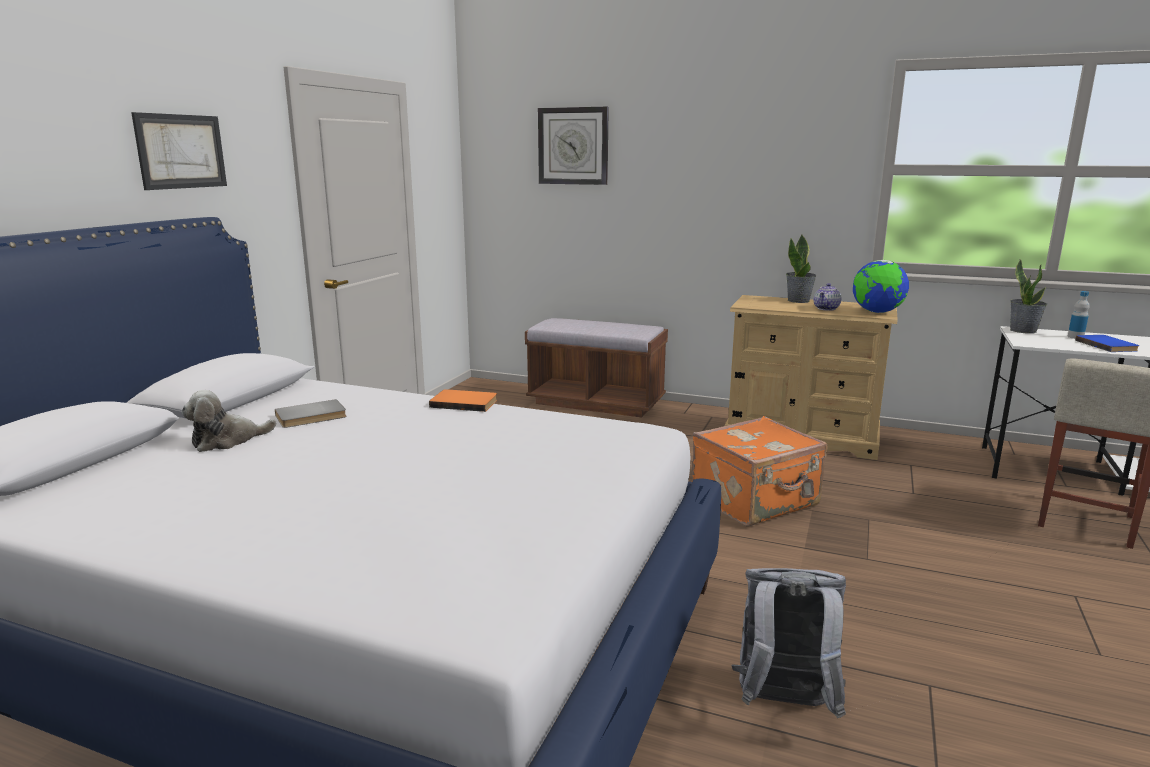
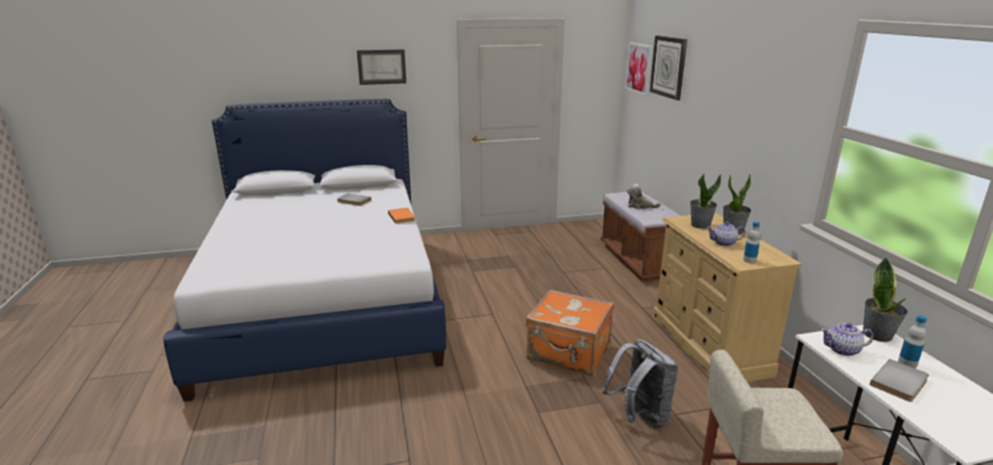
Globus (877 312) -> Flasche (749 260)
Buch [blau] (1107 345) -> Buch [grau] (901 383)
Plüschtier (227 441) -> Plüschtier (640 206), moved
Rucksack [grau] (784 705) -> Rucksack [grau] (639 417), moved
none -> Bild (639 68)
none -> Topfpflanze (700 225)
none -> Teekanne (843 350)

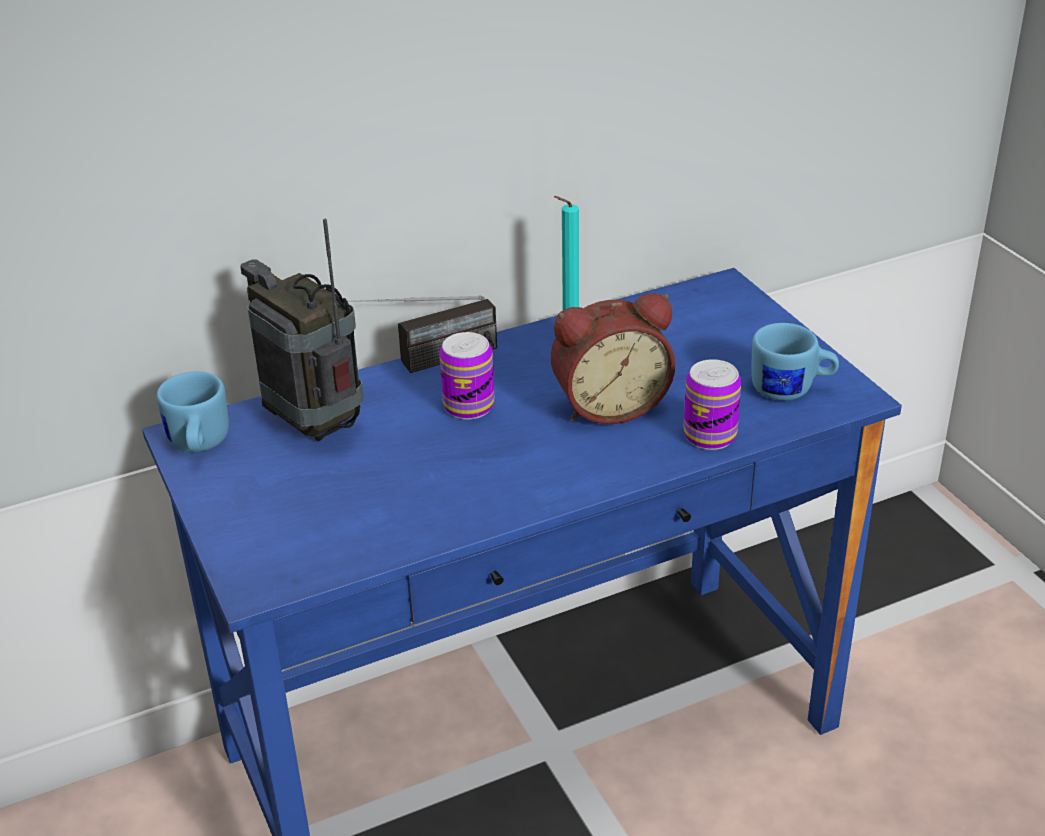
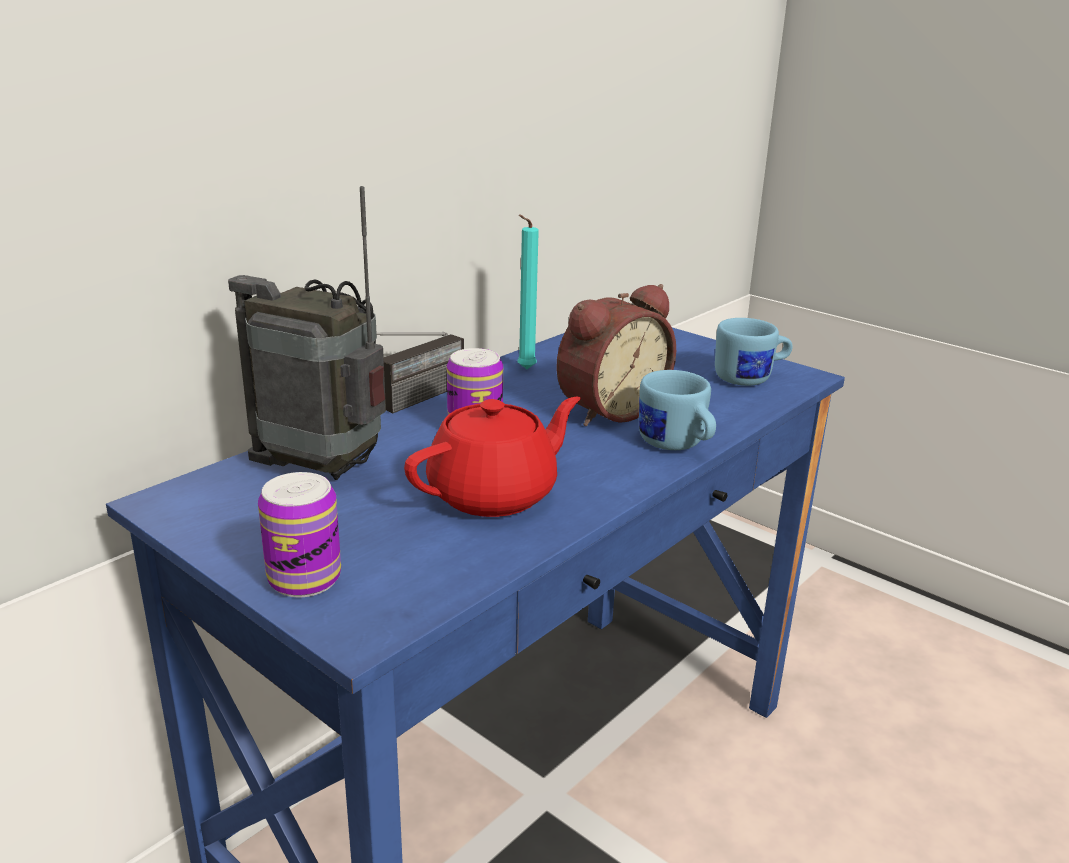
Dose (710 436) -> Dose (304 579), moved
Henkelbecher [blau] (198 445) -> Henkelbecher [blau] (676 446), moved
none -> Teekanne [rot] (495 494)

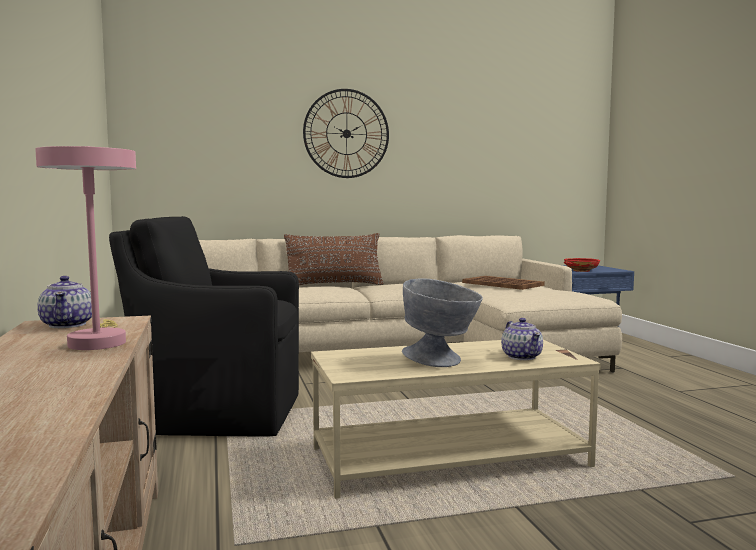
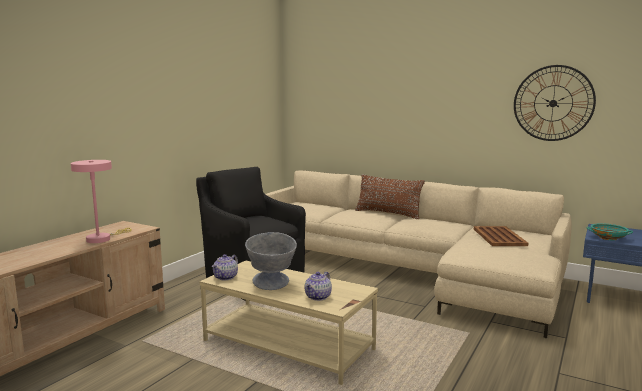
Wanduhr (346 133) -> Wanduhr (553 103), moved
Schüssel [rot] (581 270) -> Schüssel [türkis] (608 238)
Teekanne (68 324) -> Teekanne (226 277), moved

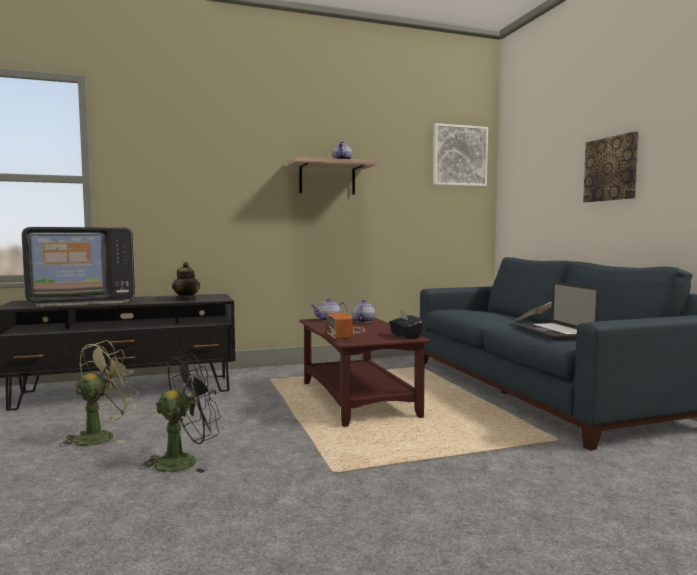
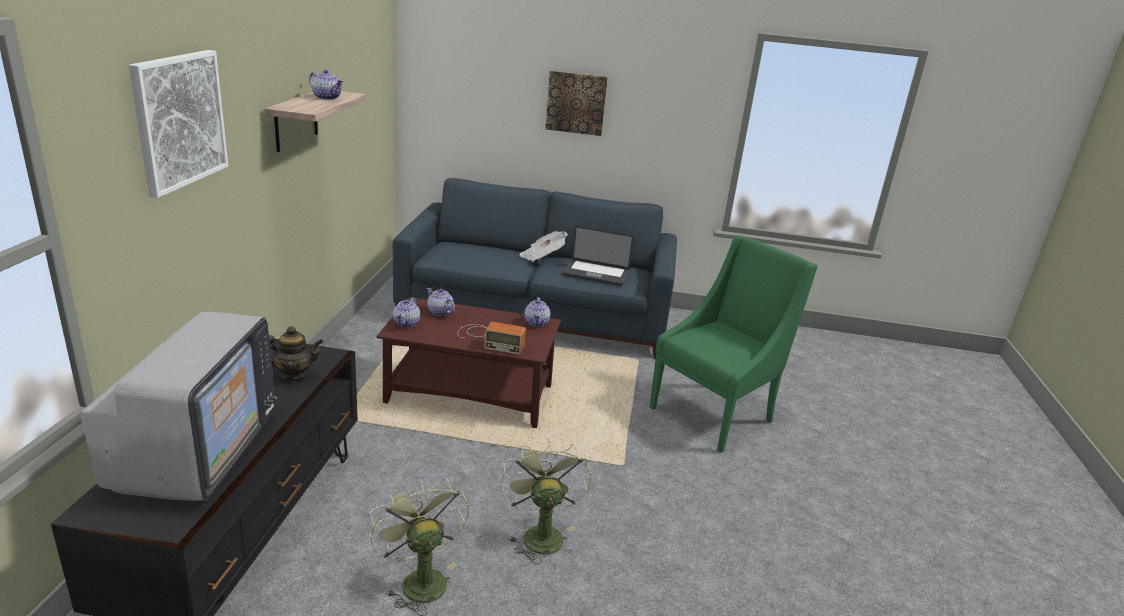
Bild (459 156) -> Bild (179 120), moved
Taschentuchbox [schwarz] (405 336) -> Teekanne (537 323)
Ventilator [schwarz] (184 461) -> Ventilator [grün] (540 533)
none -> Sessel [grün] (714 414)

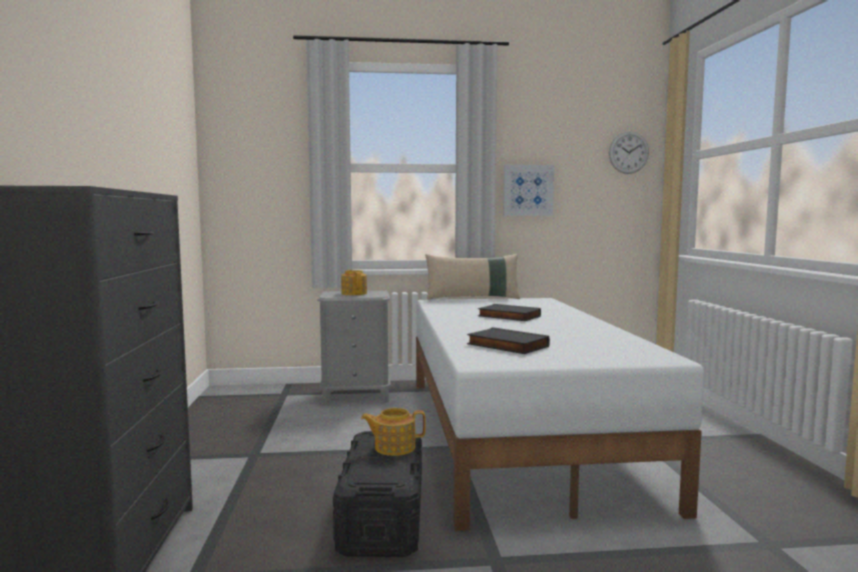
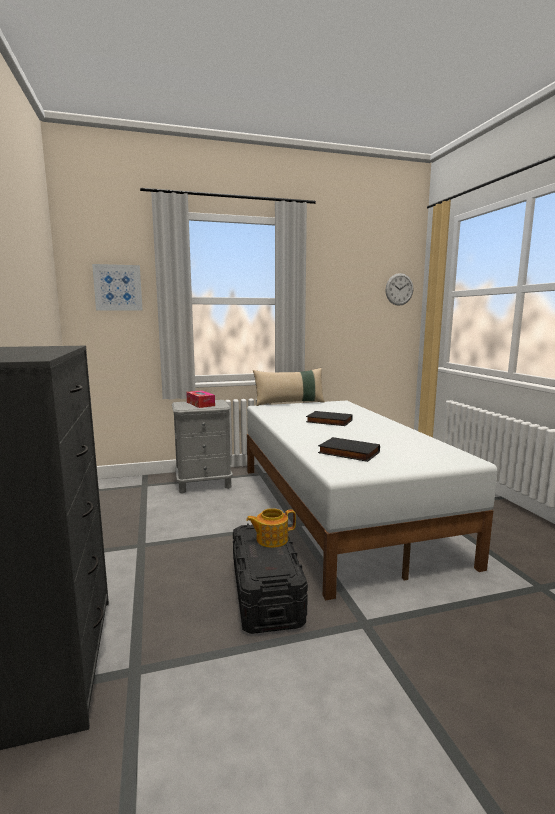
Bild (528 190) -> Bild (118 287), moved
Teekanne (354 293) -> Taschentuchbox (200 404)

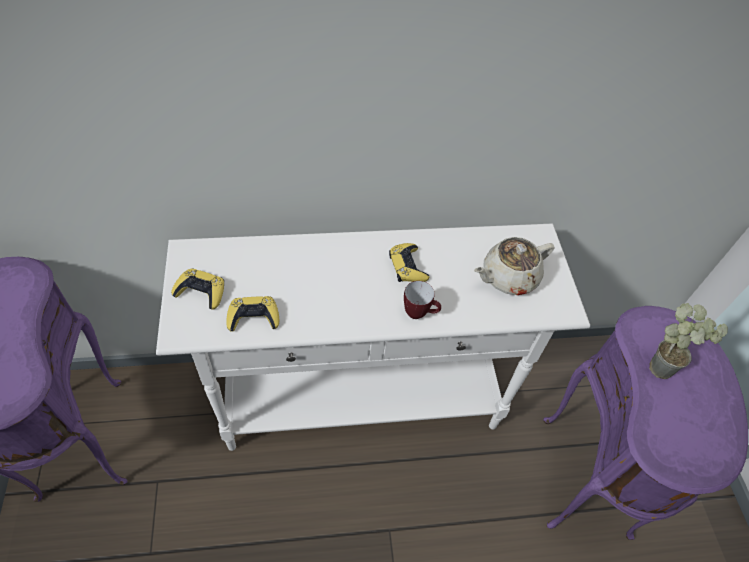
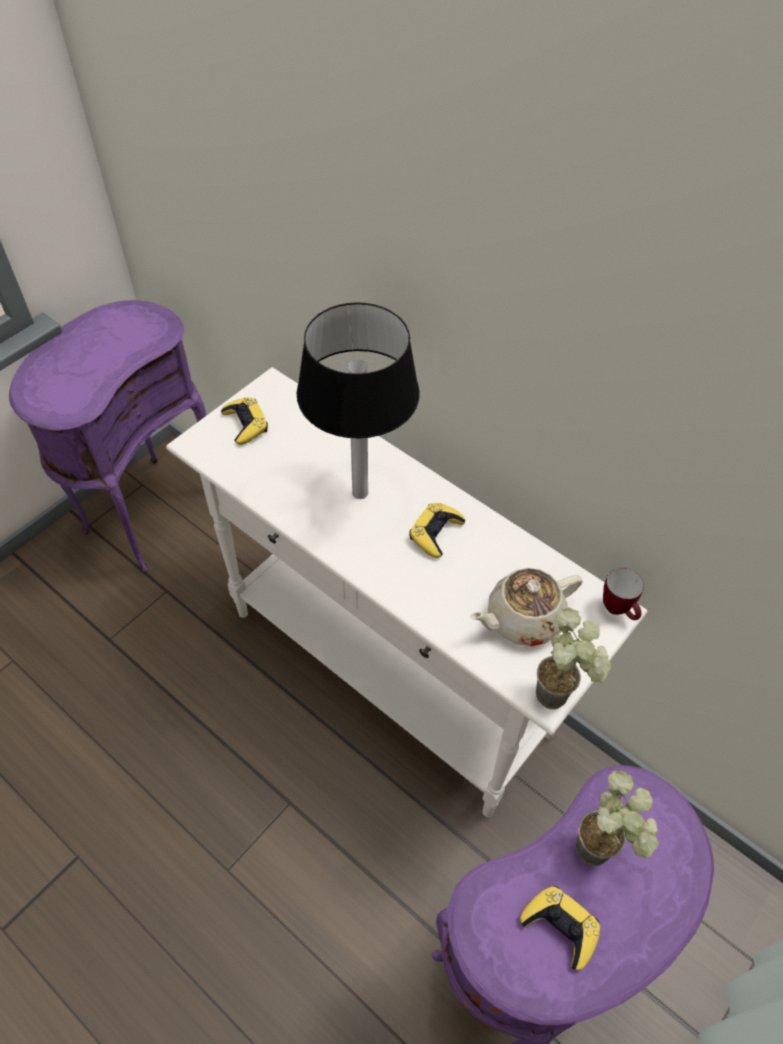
Teekanne [beige] (508 277) -> Teekanne [beige] (522 618), 45 degrees counterclockwise
Henkelbecher (419 313) -> Henkelbecher (618 610), moved
Gamepad [gelb] (253 317) -> Gamepad [gelb] (560 927), moved
none -> Tischlampe (360 493)
none -> Topfpflanze (561 696)

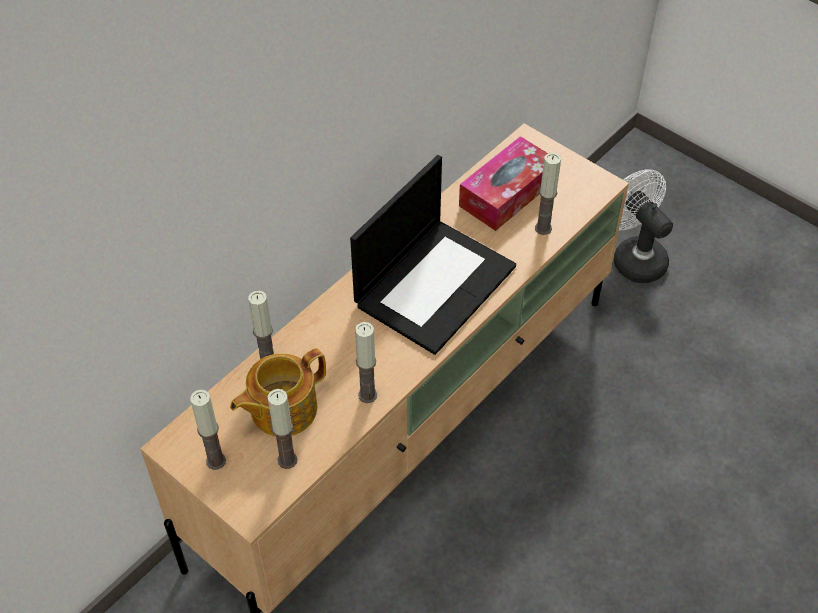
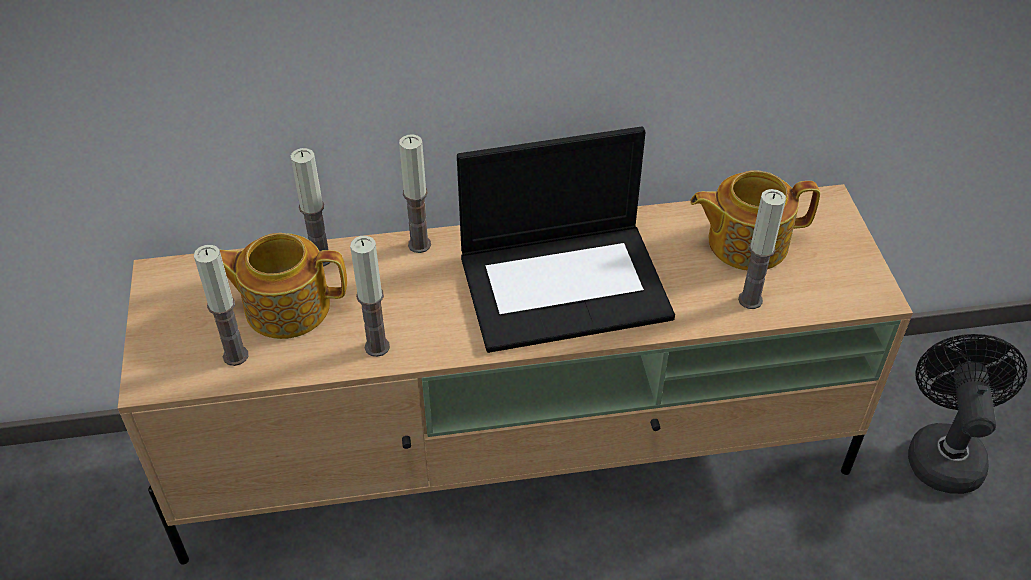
Taschentuchbox (507 193) -> Teekanne (745 242)
Ventilator [weiß] (633 257) -> Ventilator [schwarz] (943 451)
Kerze (216 461) -> Kerze (419 245), moved

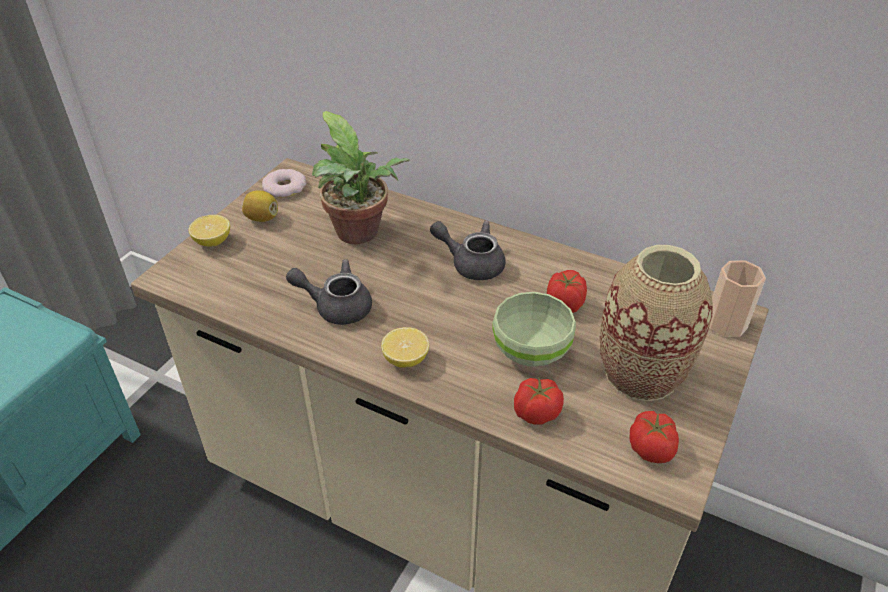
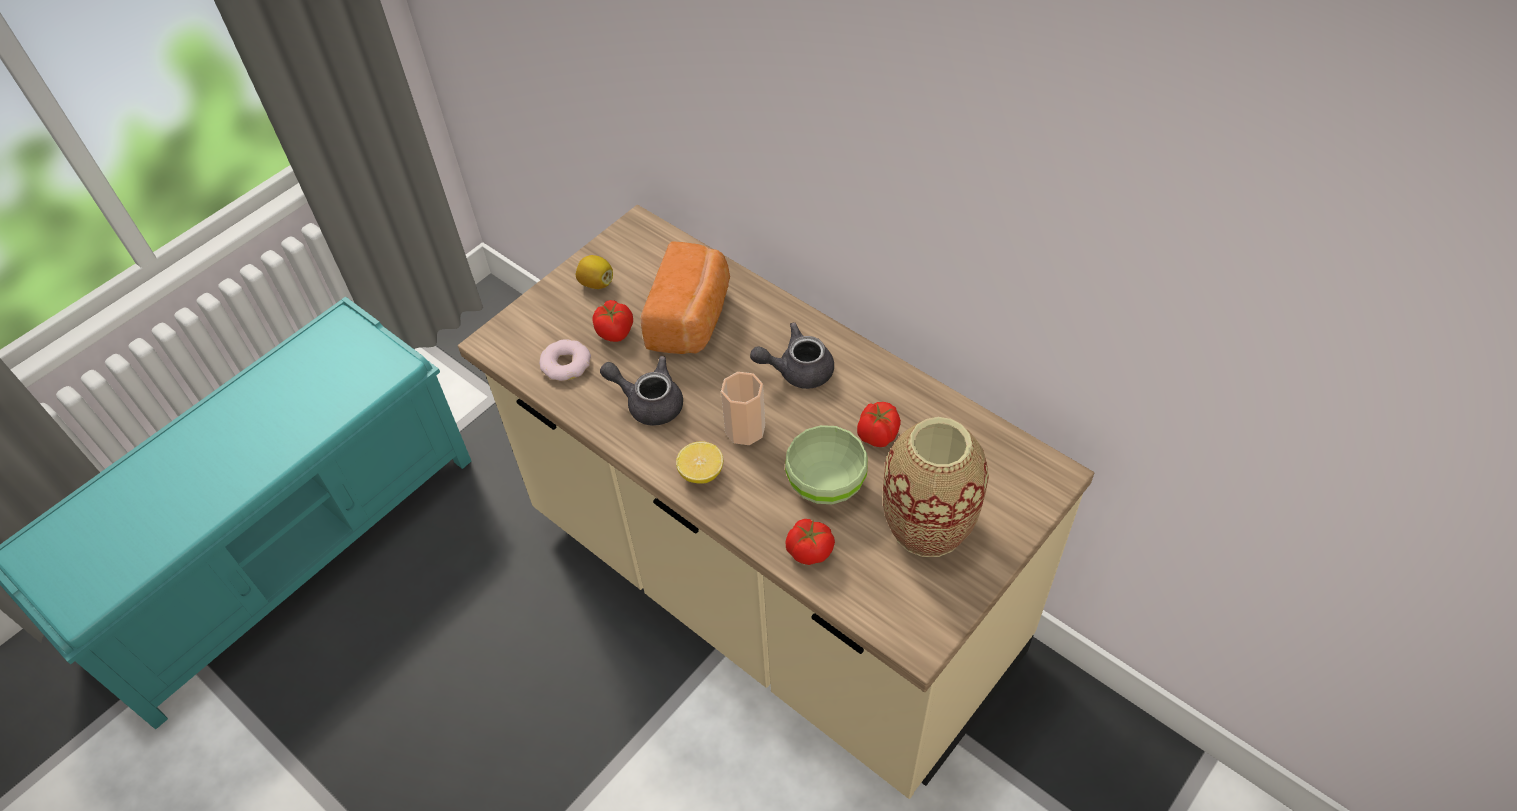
Topfpflanze (360 235) -> Brot (691 318)
Donut (285 187) -> Donut (566 364), moved
Zitrone (213 242) -> none
Teekanne [grau] (471 263) -> Teekanne [grau] (797 370), 45 degrees counterclockwise
Tasse (726 323) -> Tasse (745 429), moved
Tomate (650 449) -> Tomate (615 332), moved

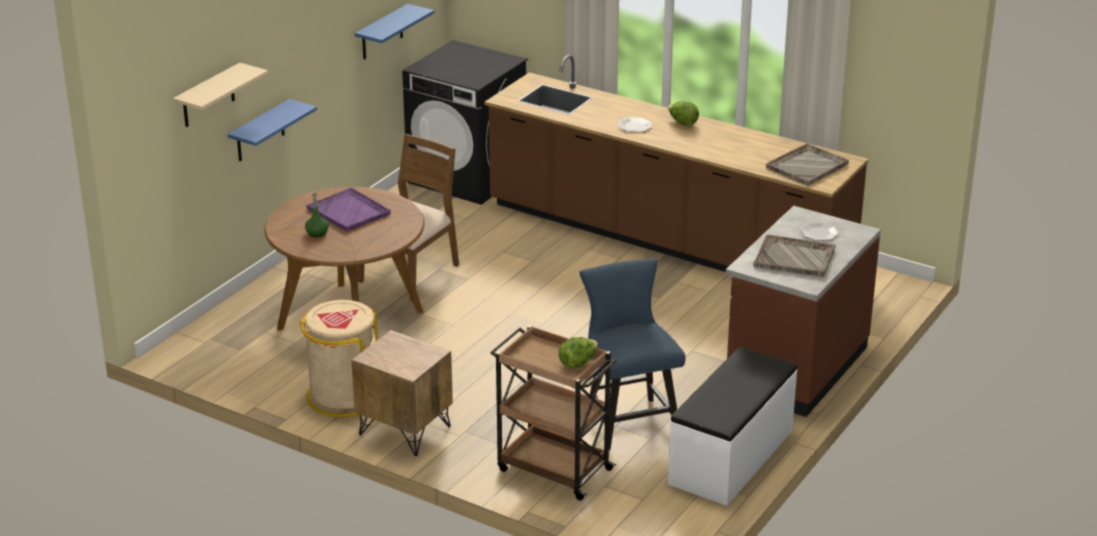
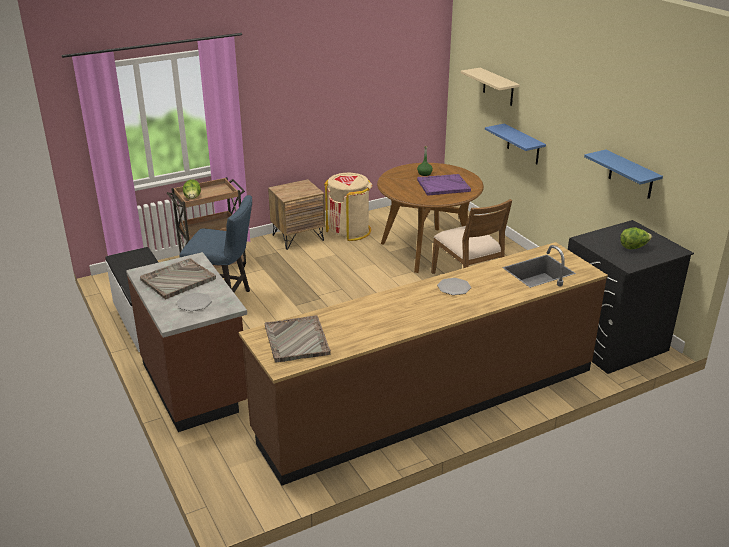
Salatkopf (682 123) -> Salatkopf (633 247), moved

